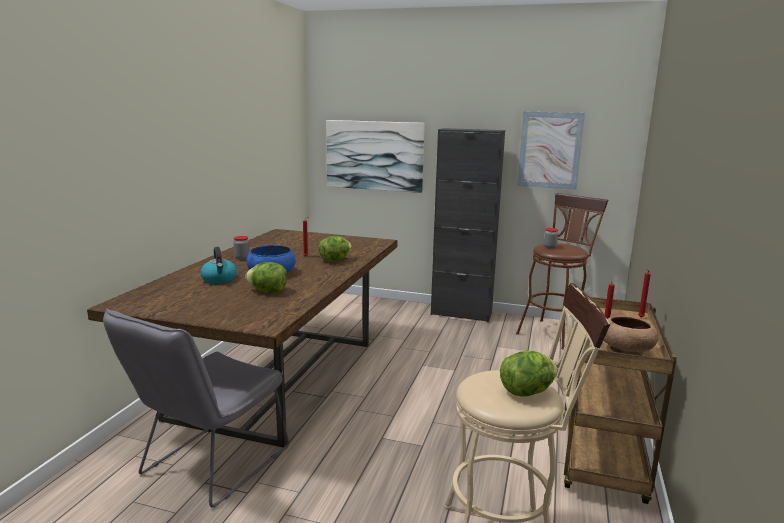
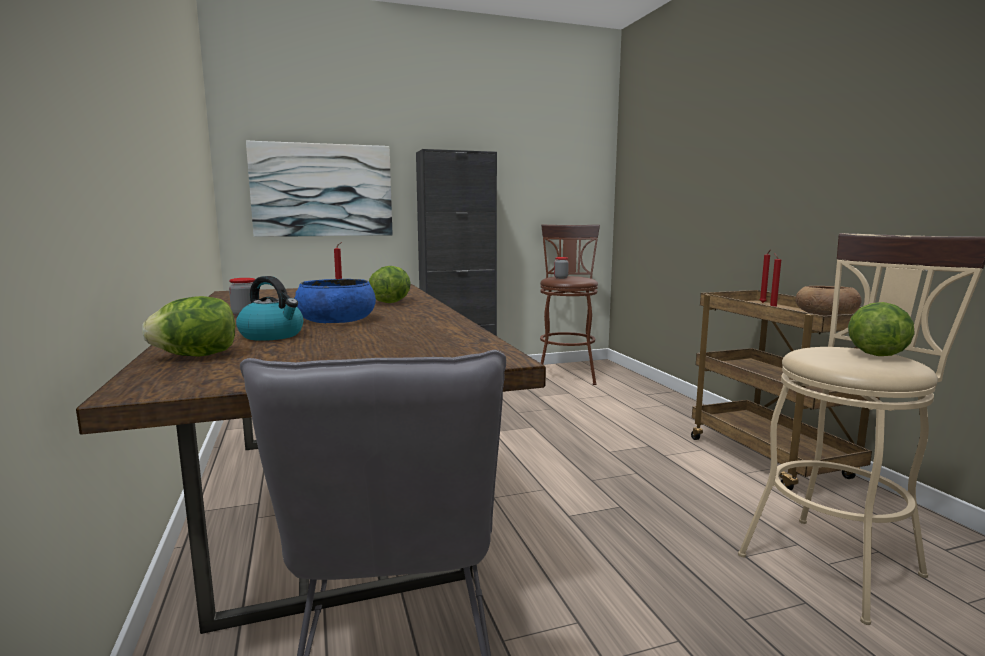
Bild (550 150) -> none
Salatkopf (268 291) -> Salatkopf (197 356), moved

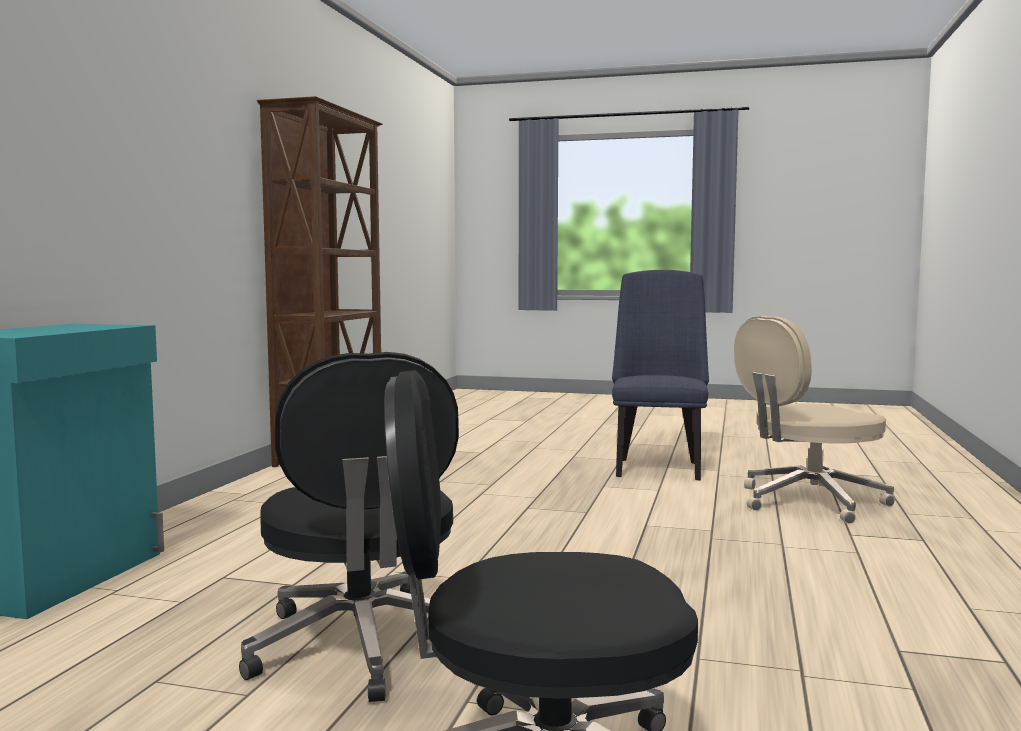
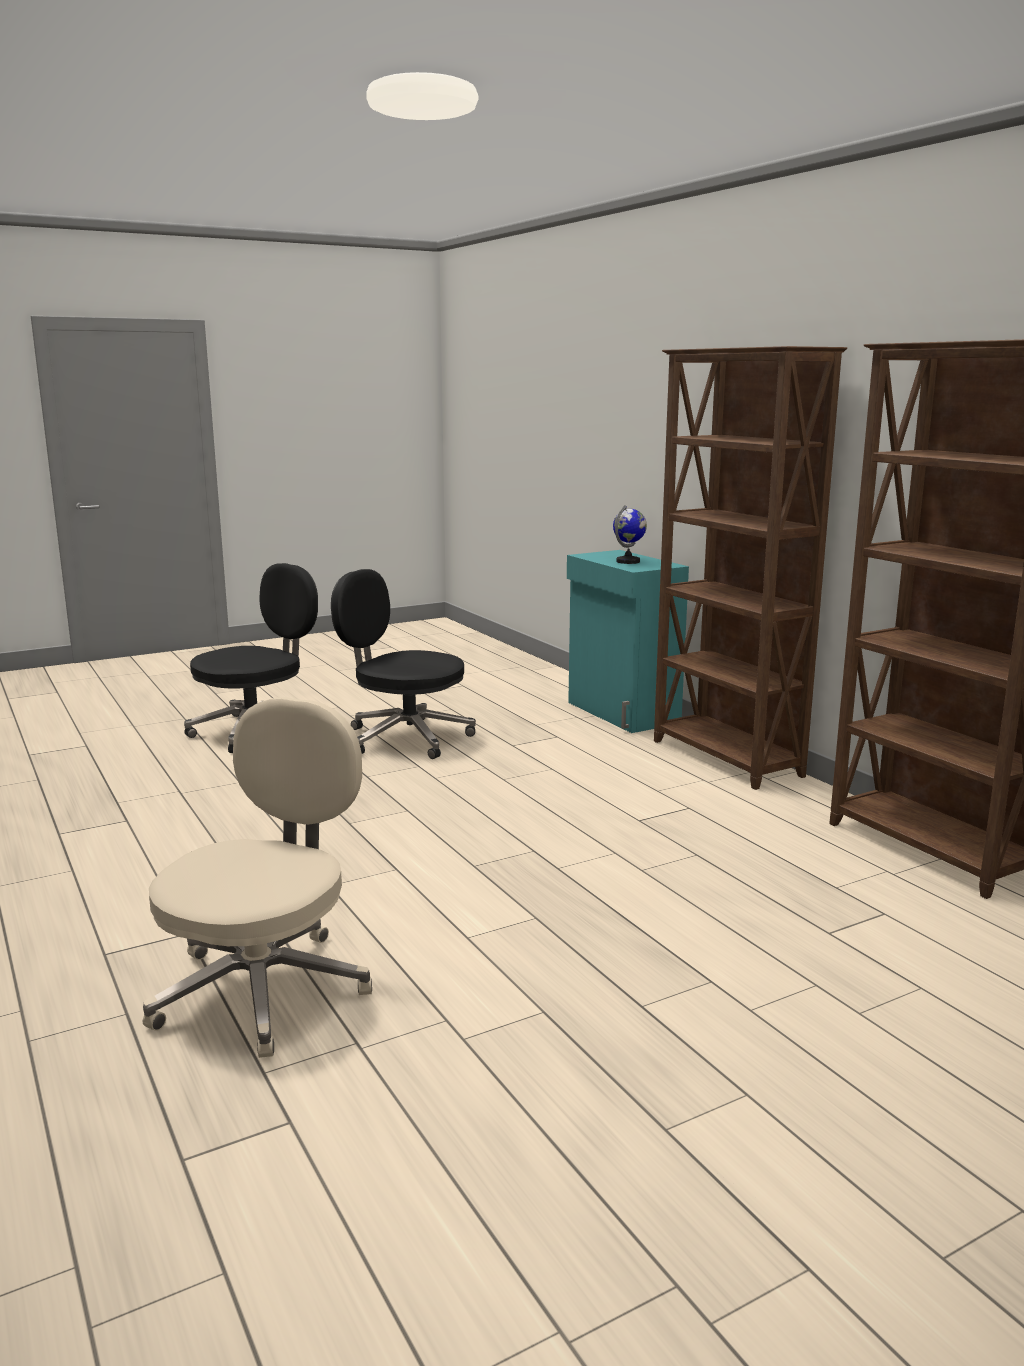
Stuhl [blau] (658 467) -> none
none -> Bücherregal [braun] (725 759)
none -> Globus (628 561)

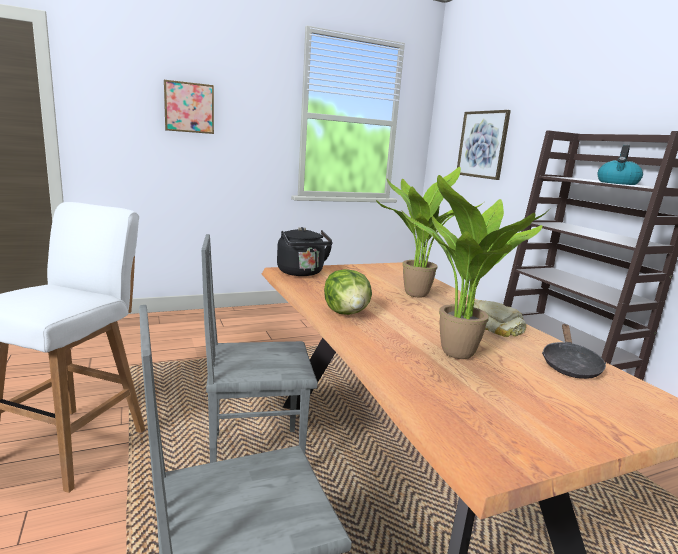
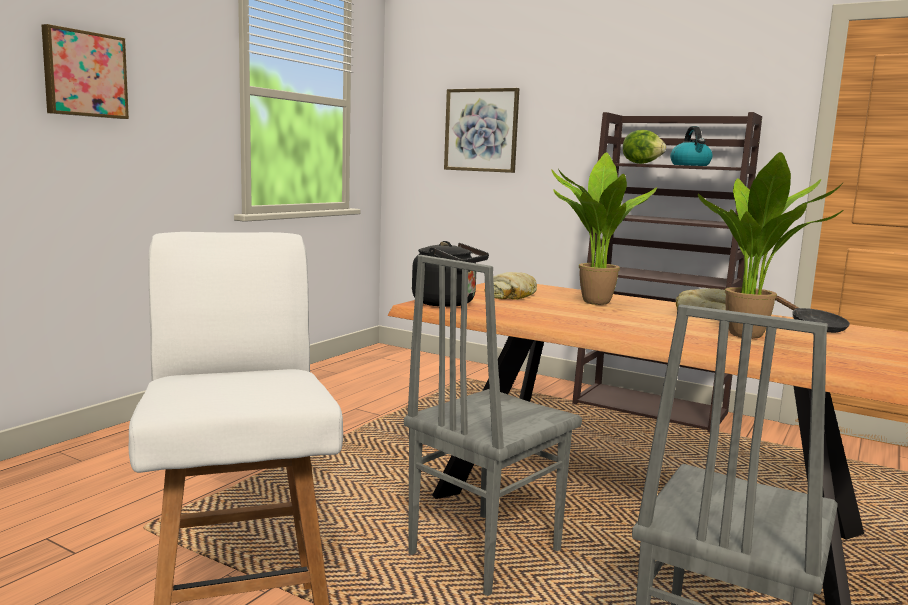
Salatkopf (347 313) -> Salatkopf (642 163), moved
none -> Brot (512 295)

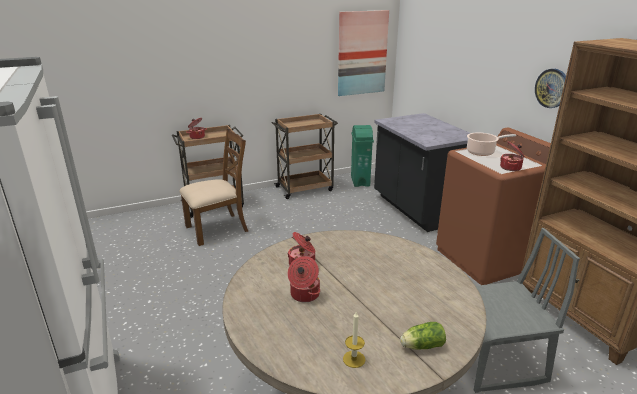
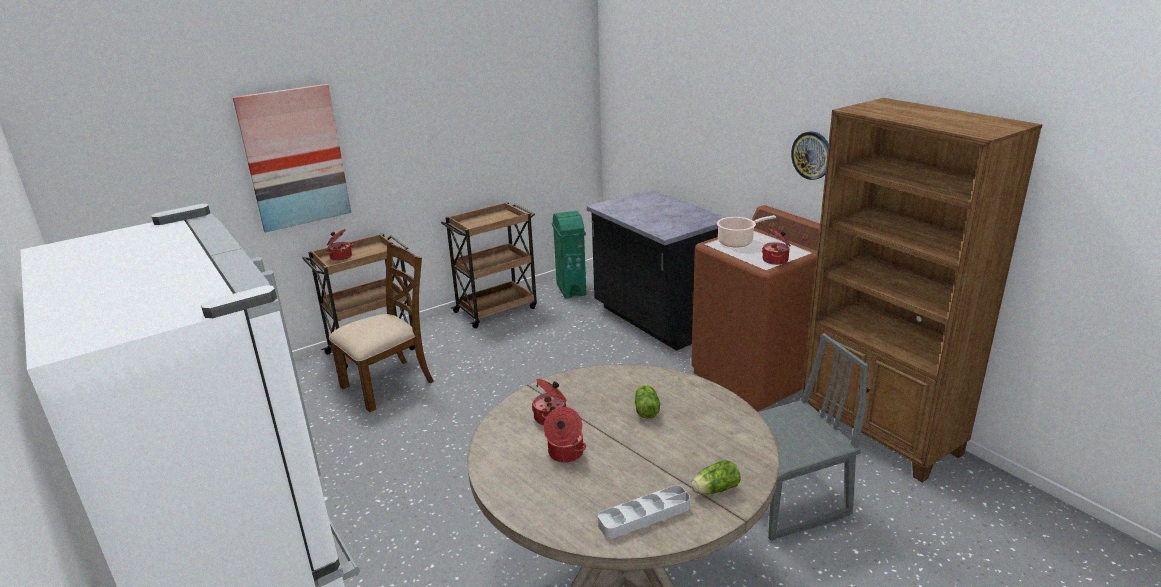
Bild (362 53) -> Bild (294 158), moved
Kerze (354 359) -> Tablett [grau] (644 516)
none -> Salatkopf (646 408)

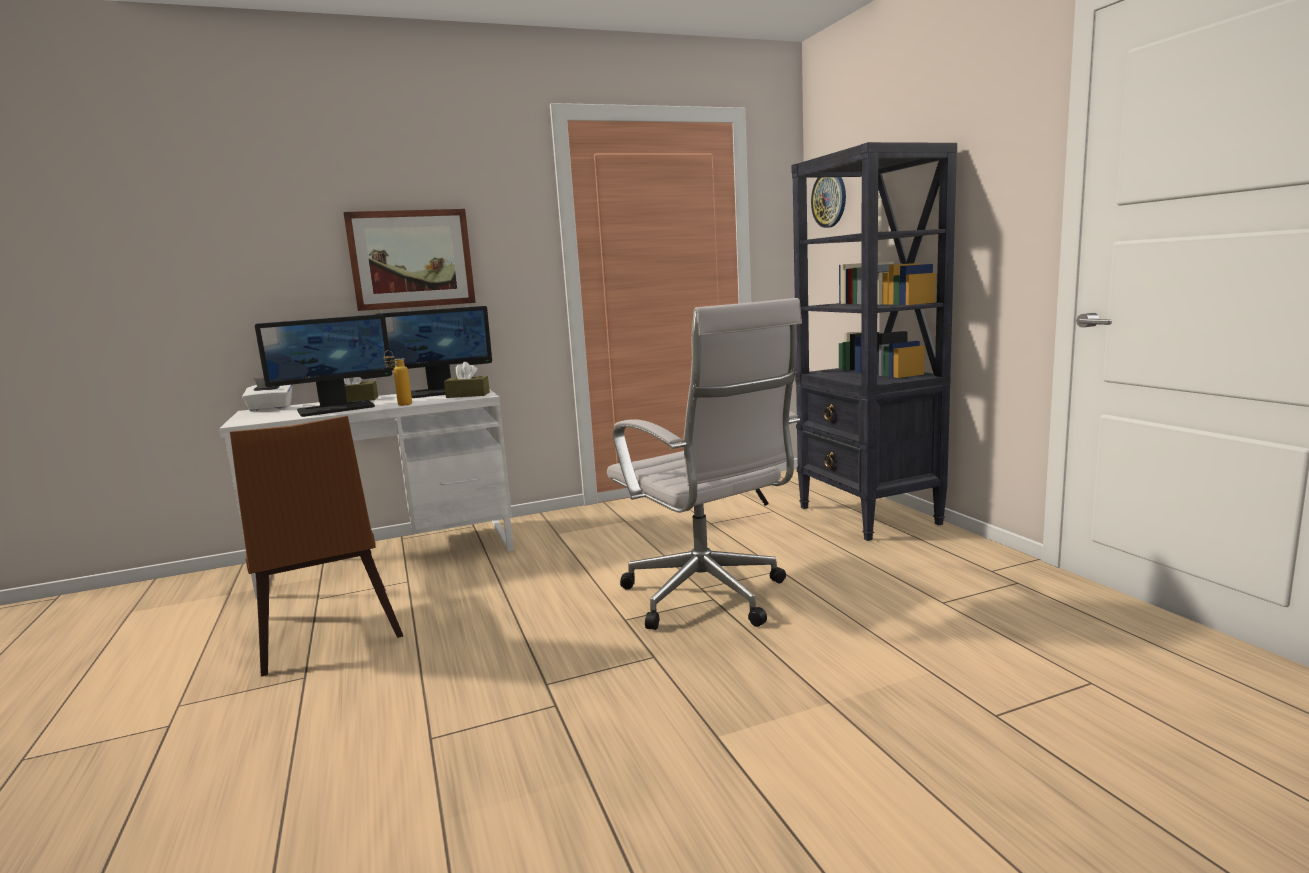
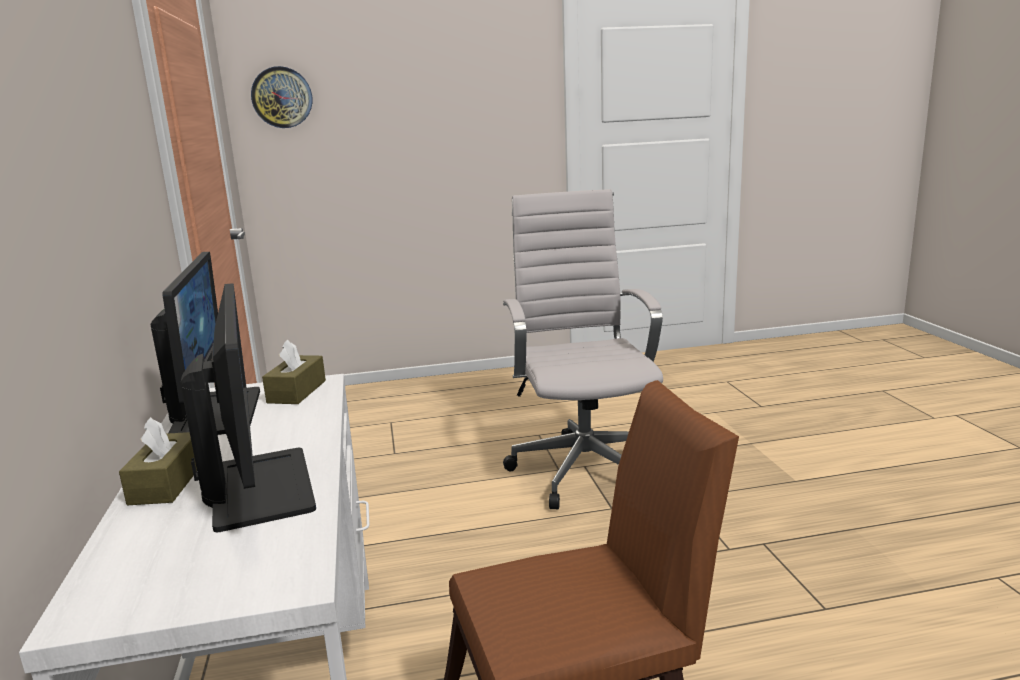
Bücherregal [schwarz] (869 516) -> none
Bild (411 259) -> none
Bürostuhl [weiß] (709 599) -> Bürostuhl [weiß] (583 467), 75 degrees counterclockwise
Flasche (400 405) -> none
Taschentuchbox [weiß] (270 409) -> none

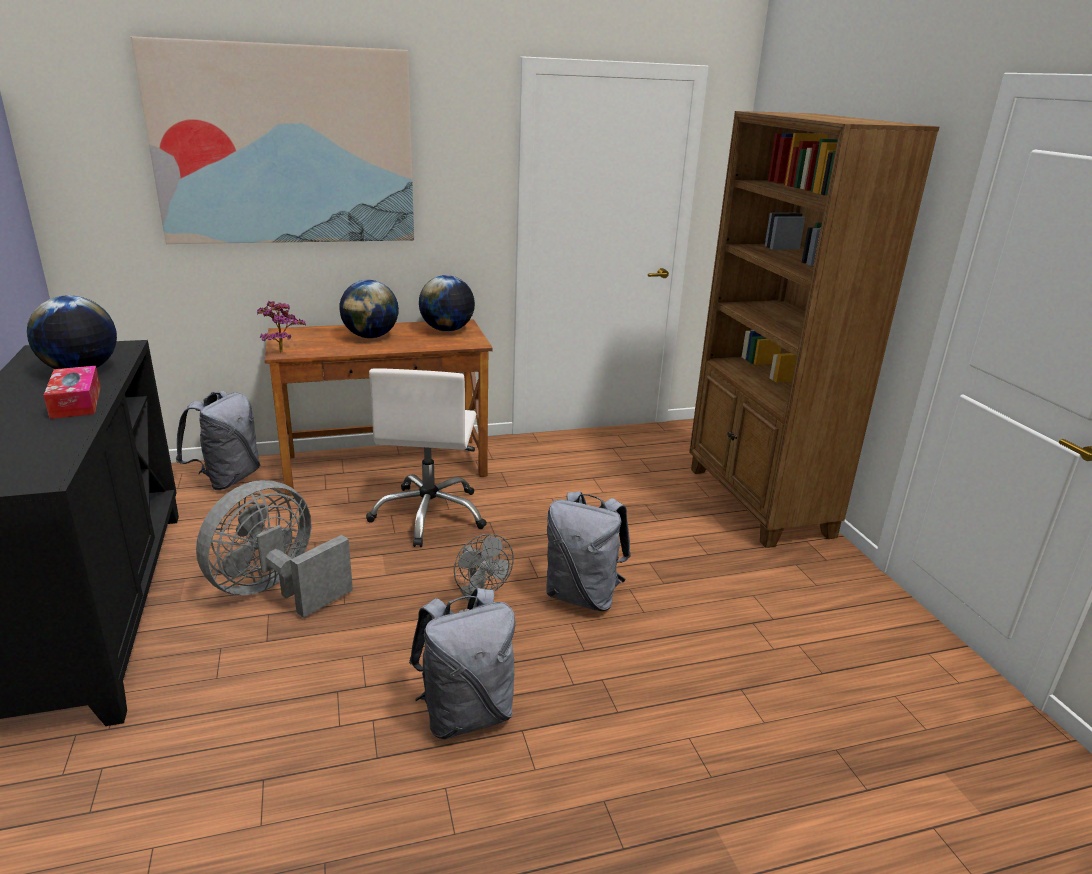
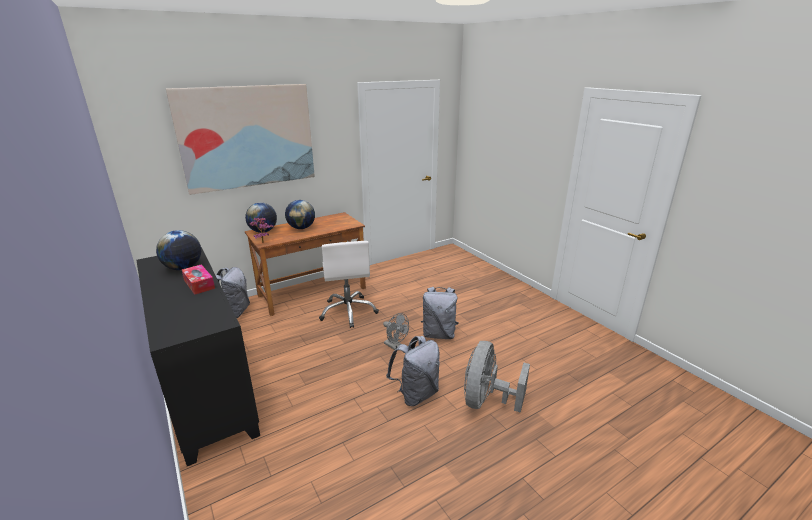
Bücherregal [braun] (758 502) -> none
Globus (447 330) -> Globus (263 231), moved
Ventilator [grau] (276 590) -> Ventilator [grau] (487 400), moved

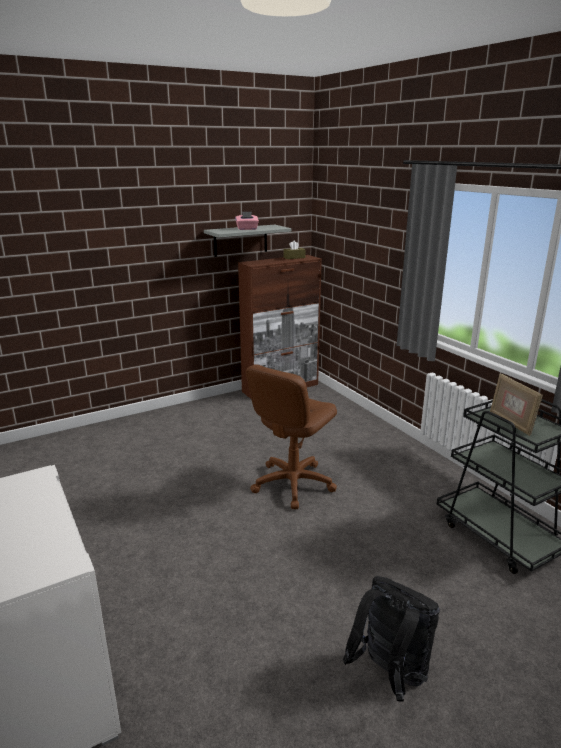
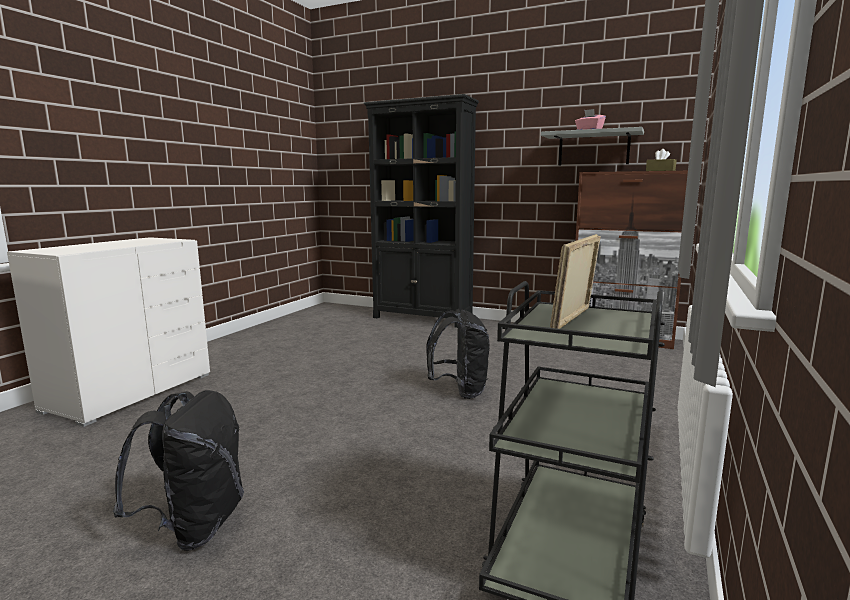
Bürostuhl [braun] (292 484) -> Rucksack [schwarz] (459 391)
none -> Bücherregal [schwarz] (423 318)

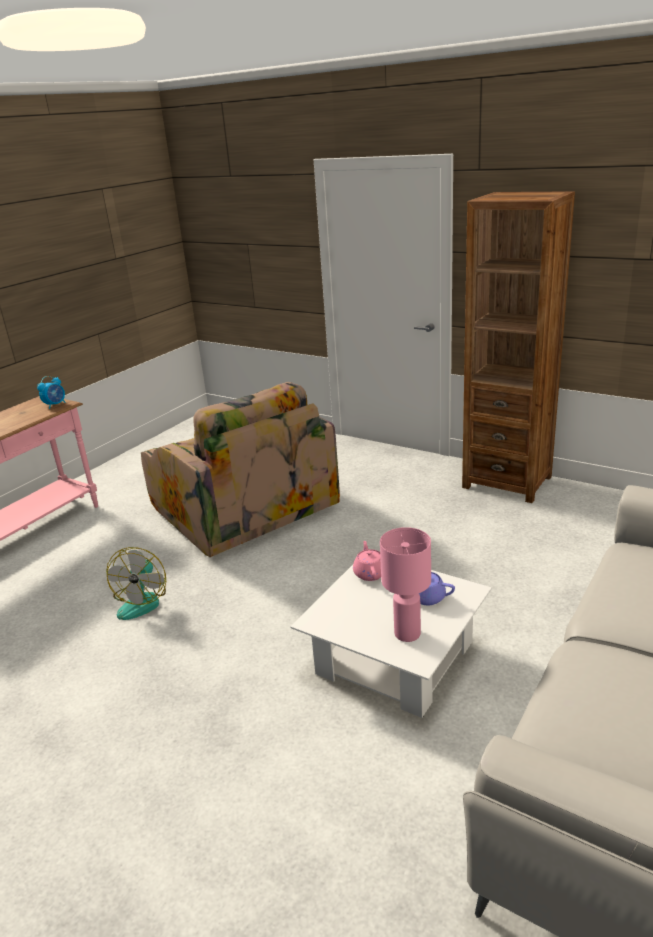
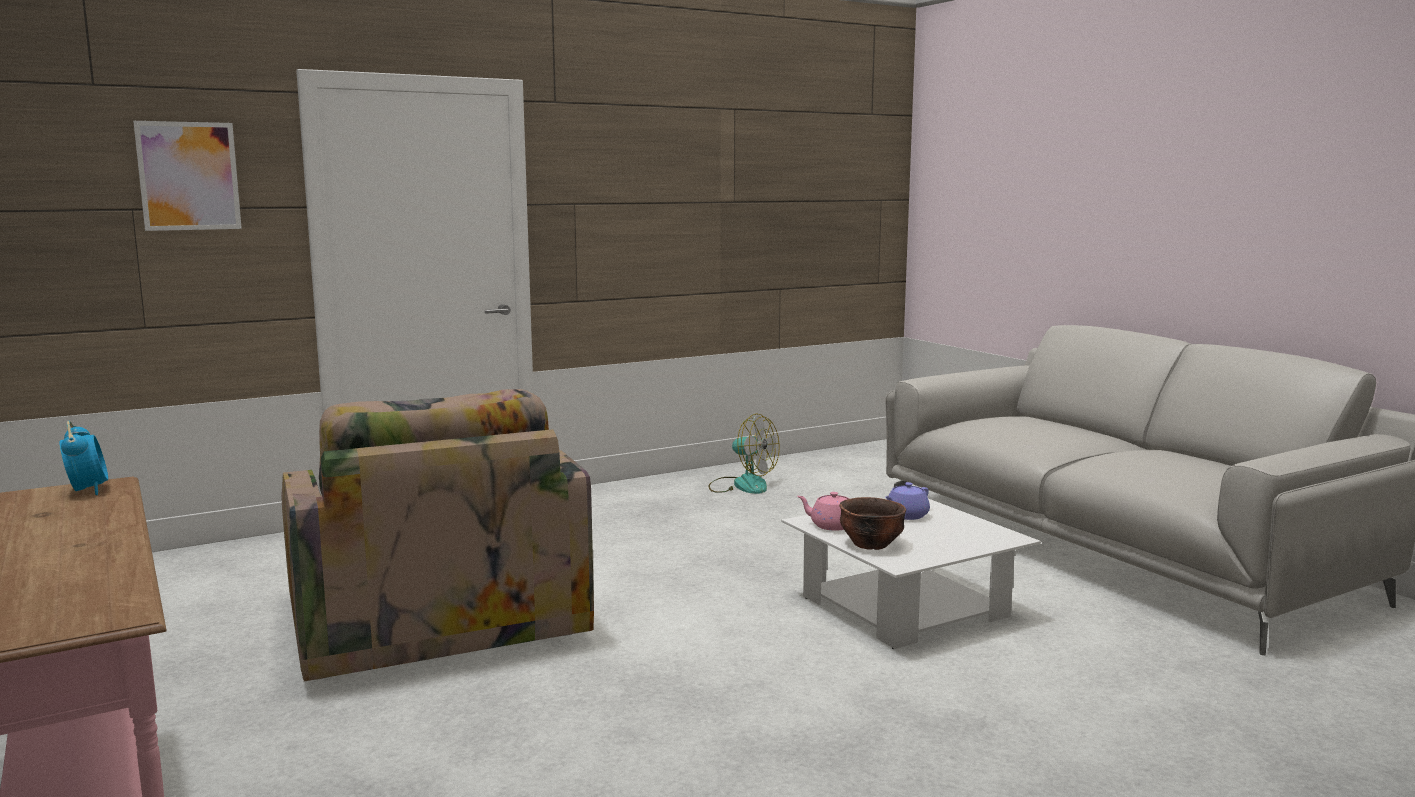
Bücherregal [braun] (507 482) -> none
Sessel (242 509) -> Sessel (432 618), 75 degrees clockwise
Tischlampe [rosa] (408 634) -> none
Ventilator (142 601) -> Ventilator (742 485), moved
none -> Bild (189 176)
none -> Schüssel [braun] (870 544)

